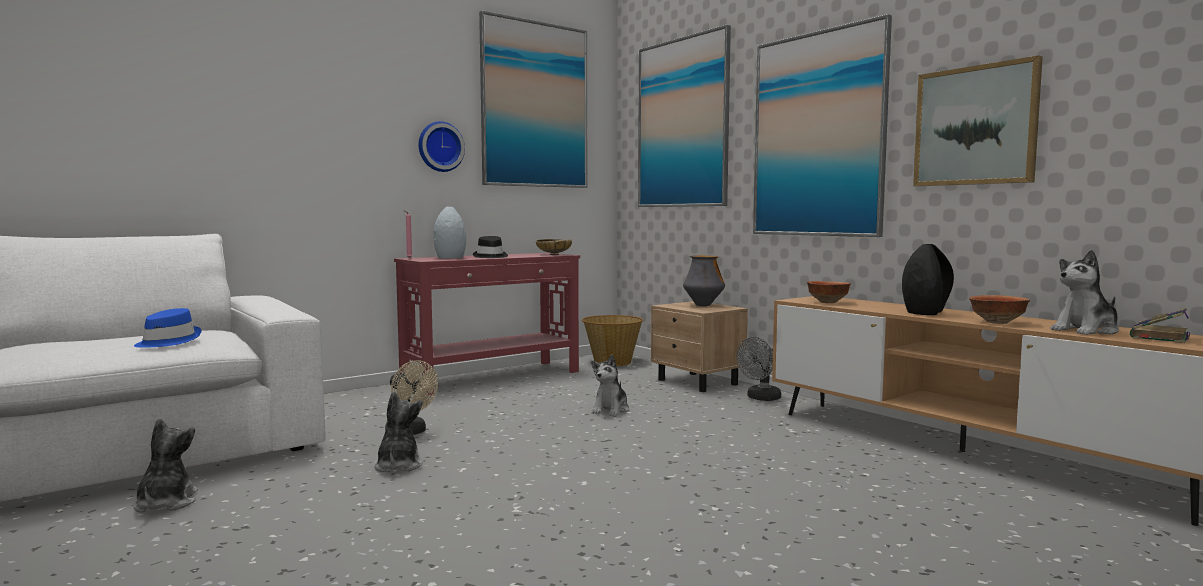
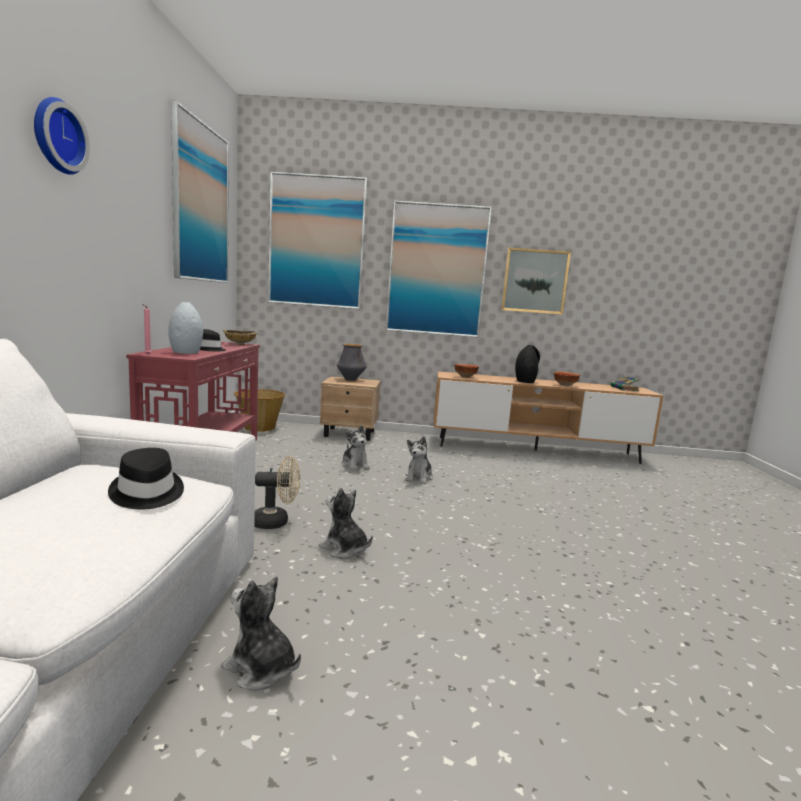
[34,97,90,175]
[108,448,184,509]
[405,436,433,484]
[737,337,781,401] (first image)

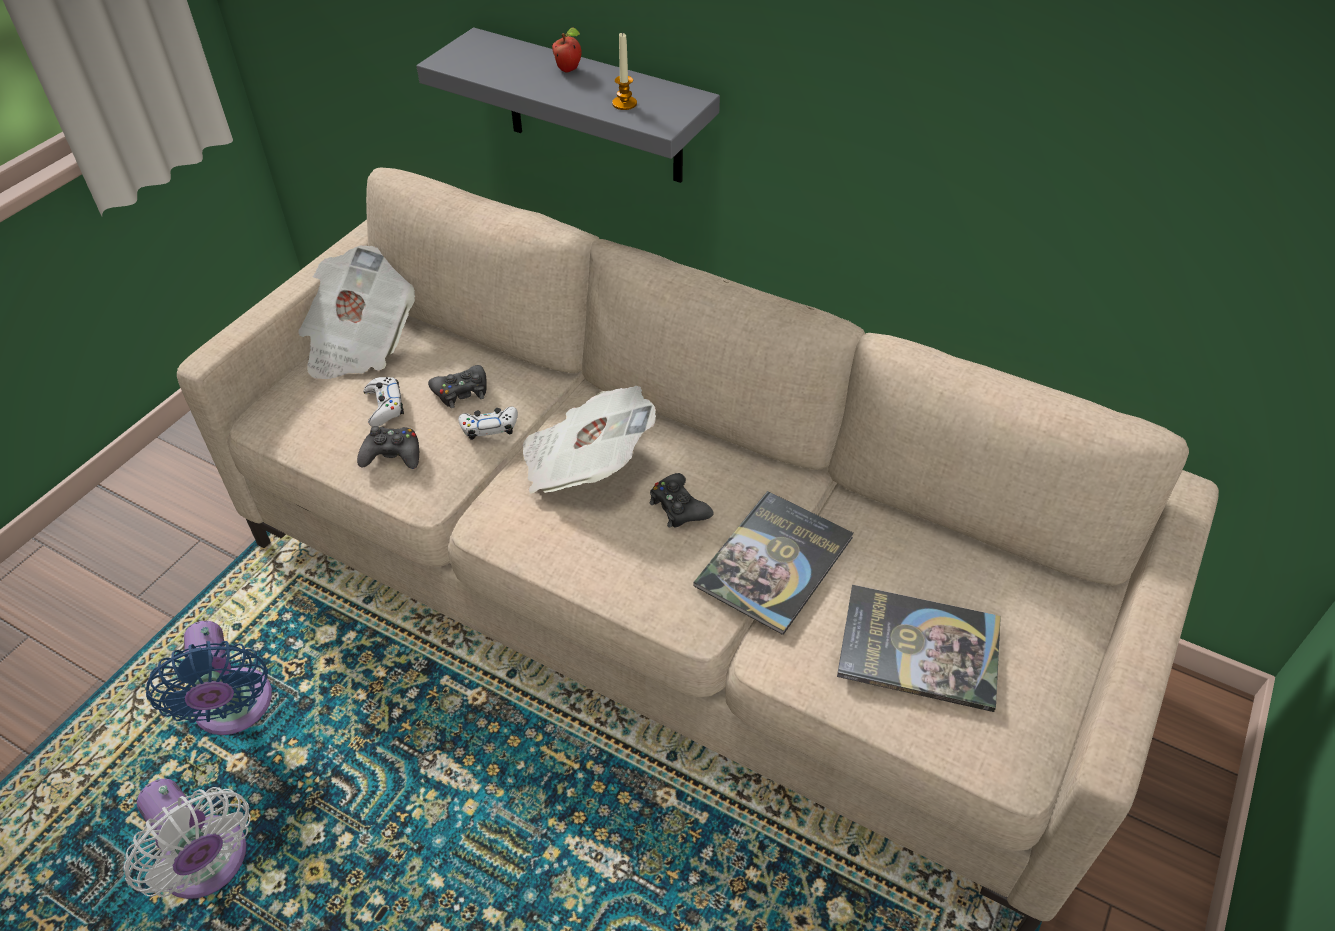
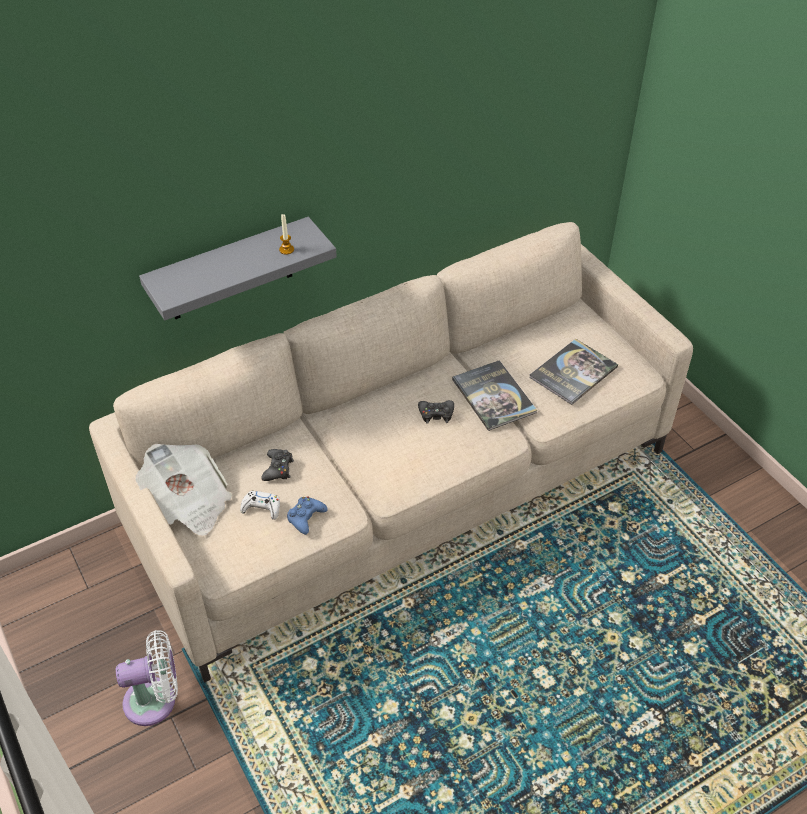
[116,630,178,726]
[287,496,328,535]
[146,621,272,735] (first image)
[458,407,518,440] (first image)
[522,386,656,494] (first image)
[552,28,582,72] (first image)

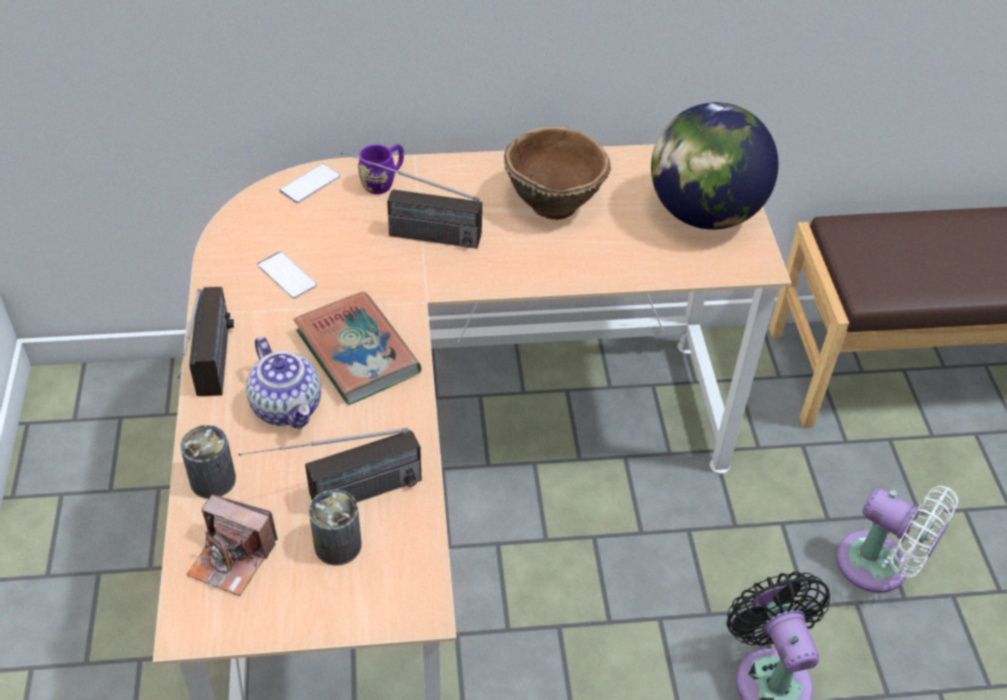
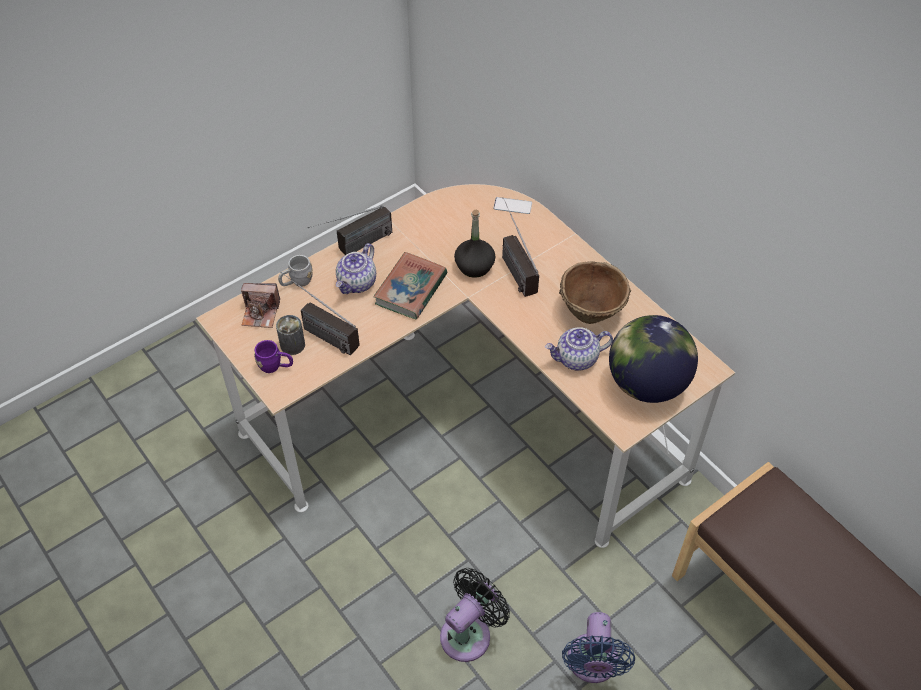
[241,283,280,328]
[254,340,293,373]
[278,255,313,287]
[454,209,495,278]
[545,327,613,371]
[562,612,635,683]
[257,251,317,298] (first image)

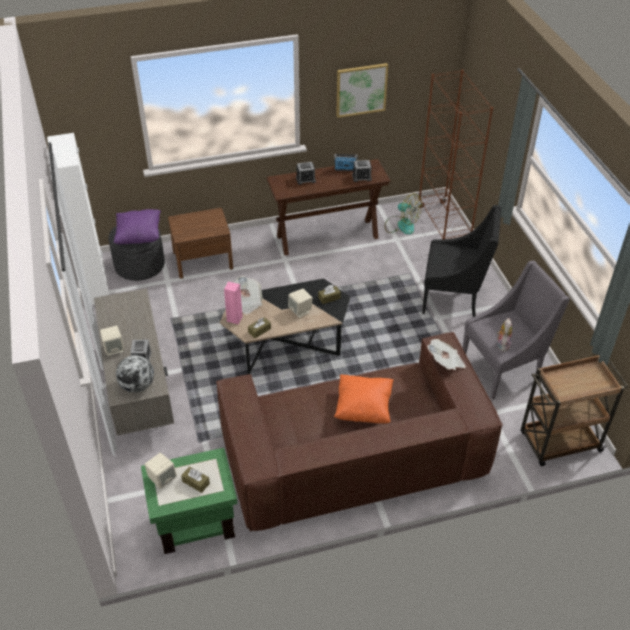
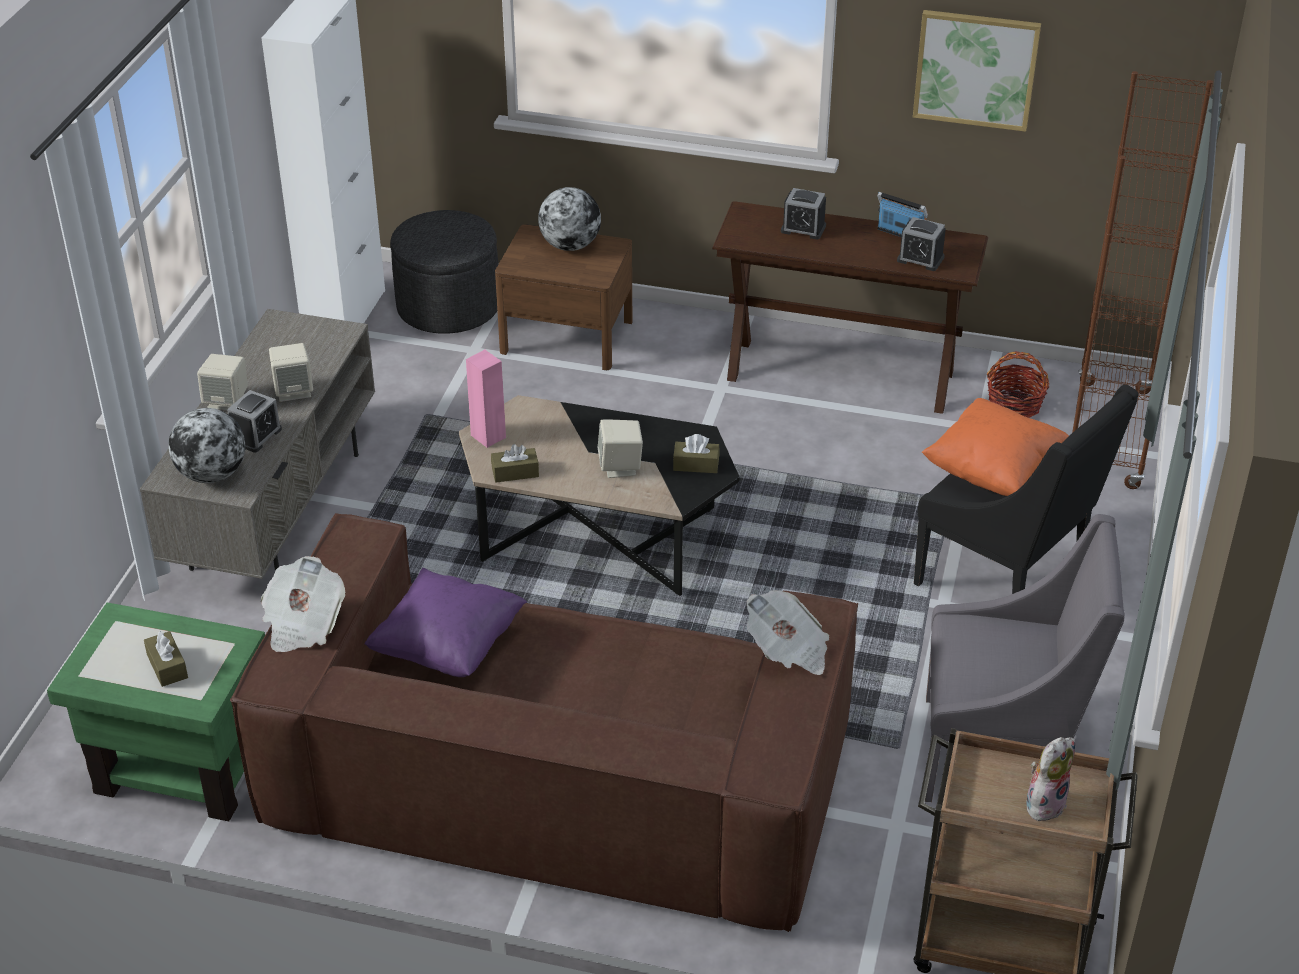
[261,556,346,652]
[269,343,313,402]
[365,568,527,677]
[538,187,601,251]
[922,398,1069,496]
[987,351,1049,418]
[1026,737,1075,823]

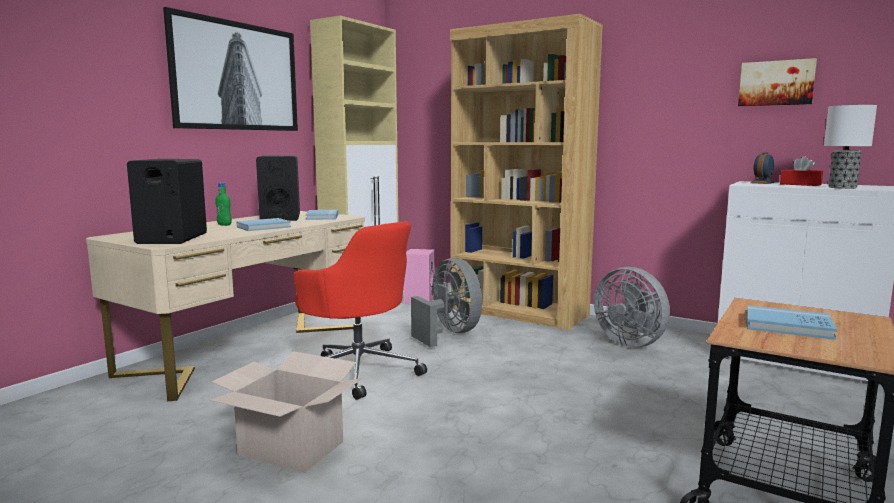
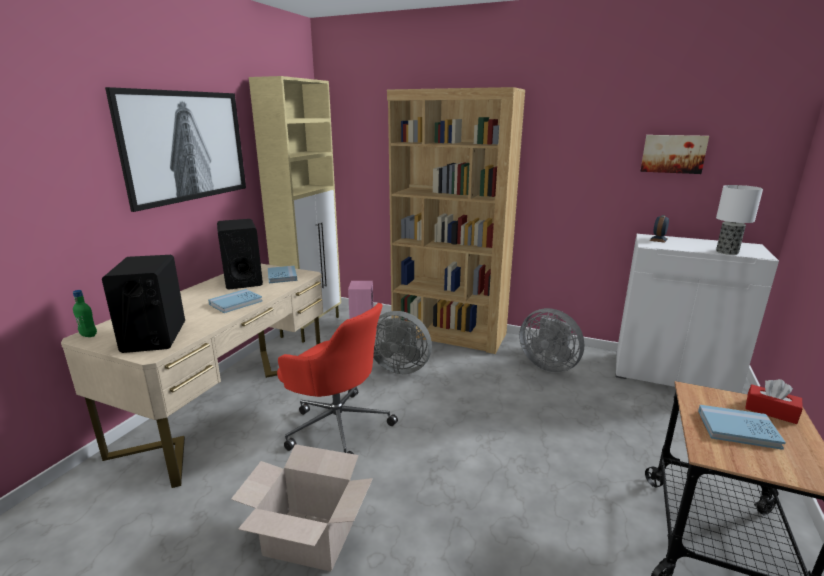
[73,290,97,337]
[373,311,432,374]
[745,379,803,424]

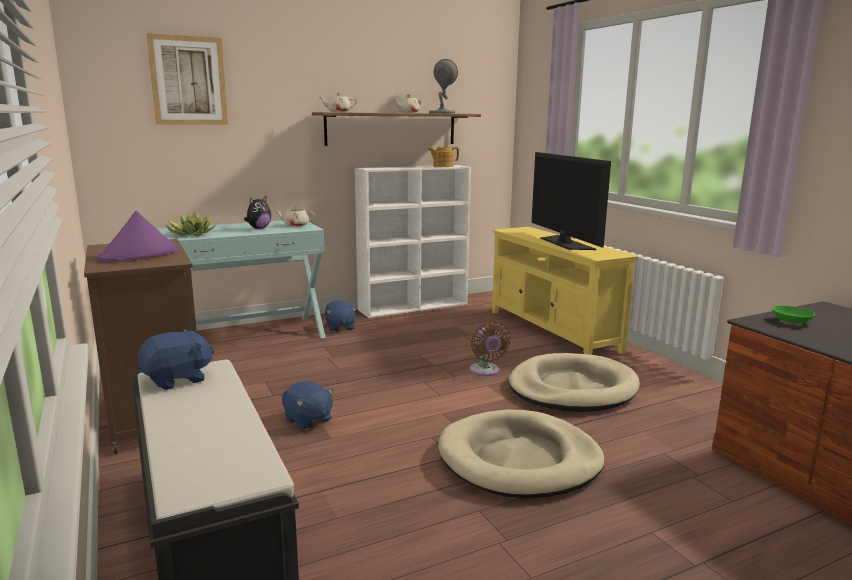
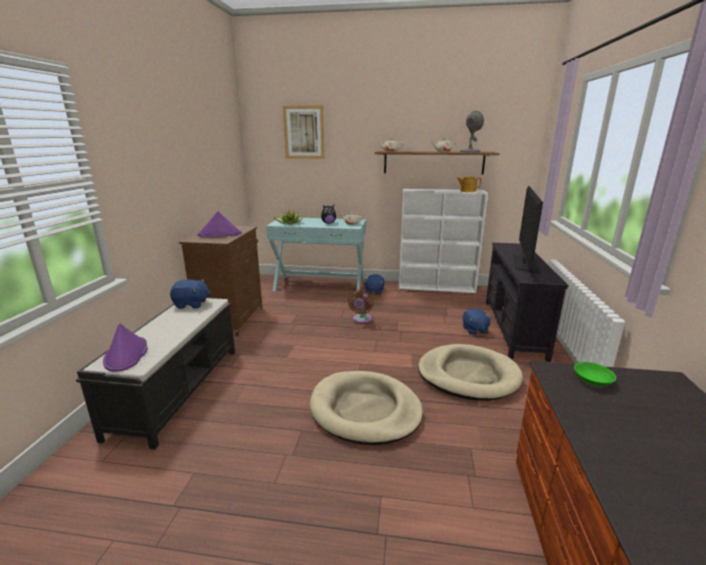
[103,323,148,372]
[348,289,373,323]
[463,308,492,335]
[486,243,569,362]

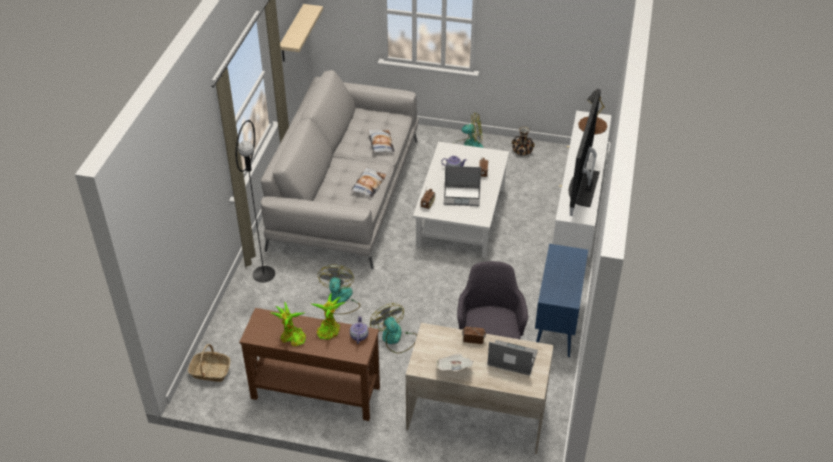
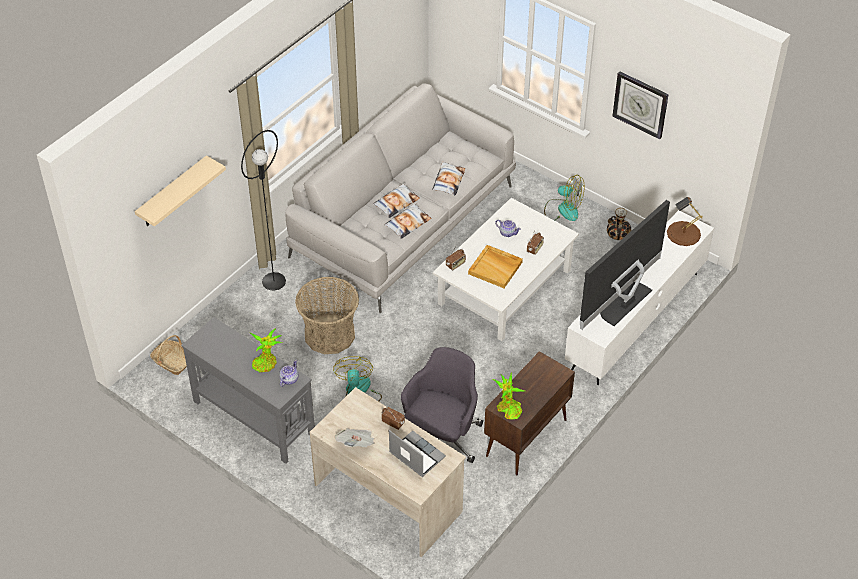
[135,155,226,227]
[181,317,315,464]
[295,277,359,354]
[373,183,420,218]
[468,245,523,288]
[484,351,575,476]
[493,373,525,419]
[613,71,669,139]

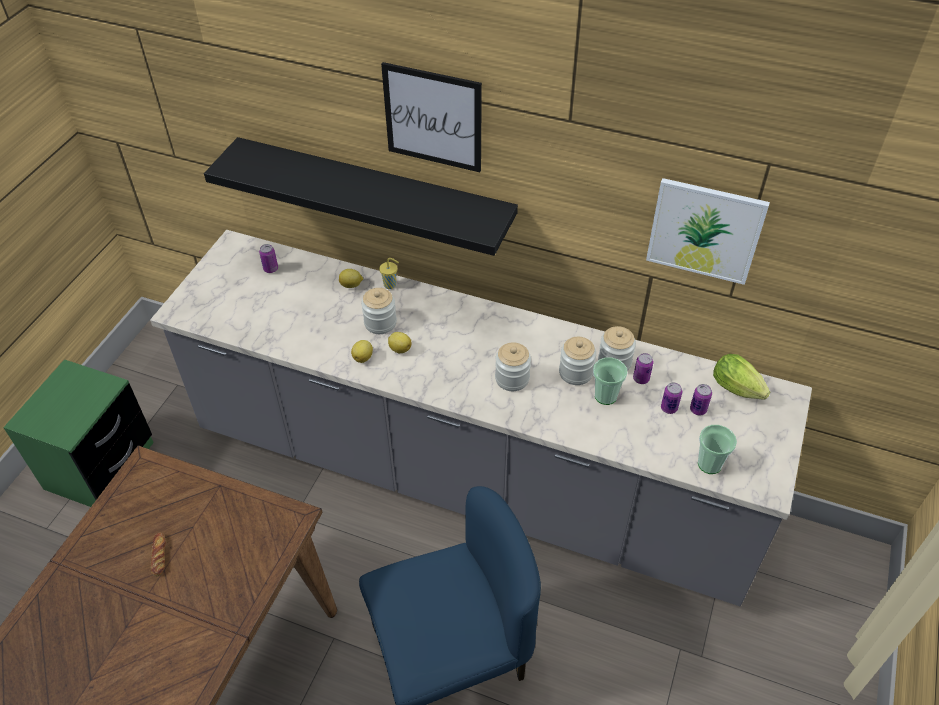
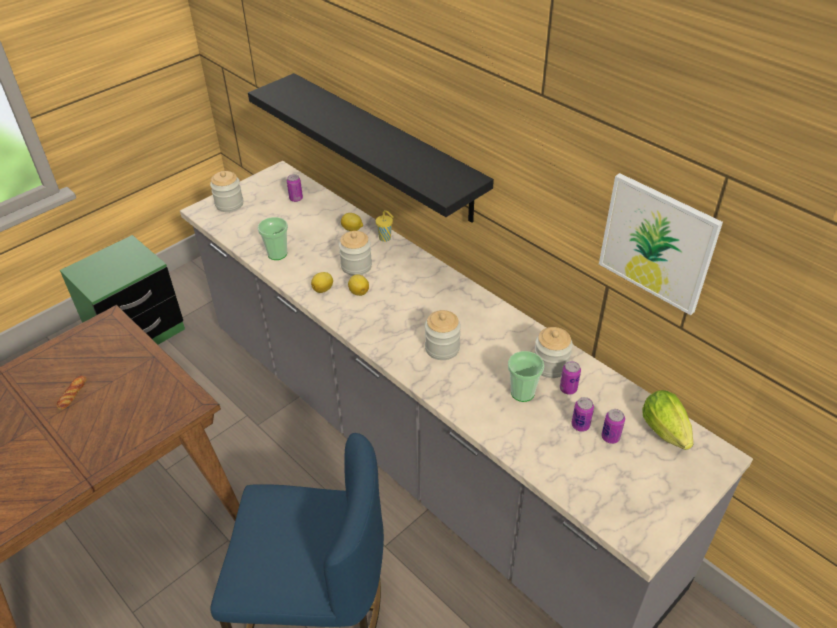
[210,171,243,212]
[258,217,288,260]
[381,62,482,172] (first image)

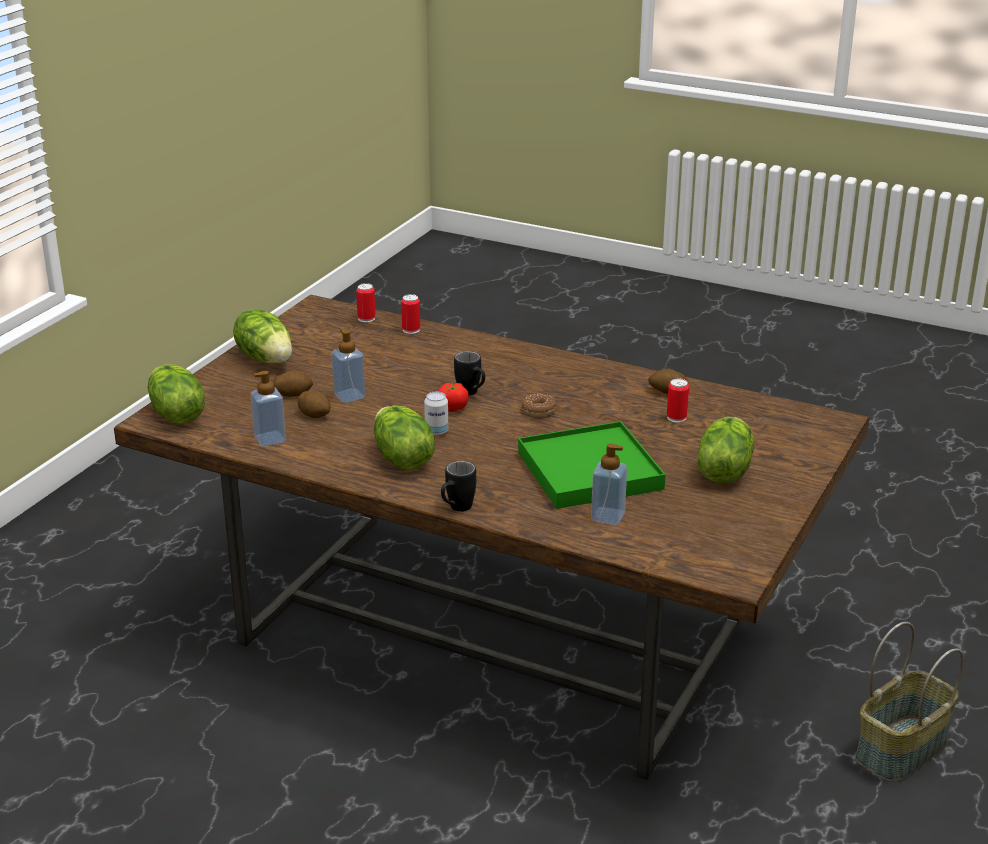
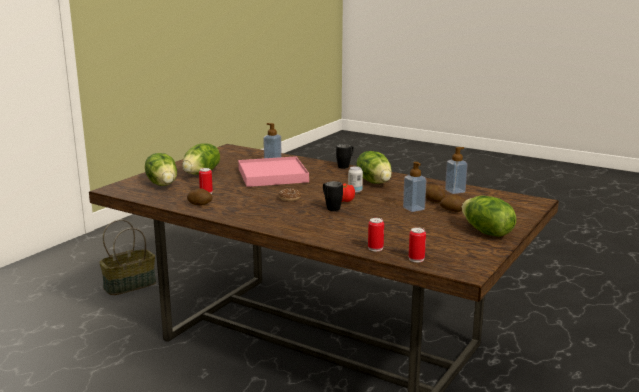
[145,153,177,186]
[238,156,309,187]

